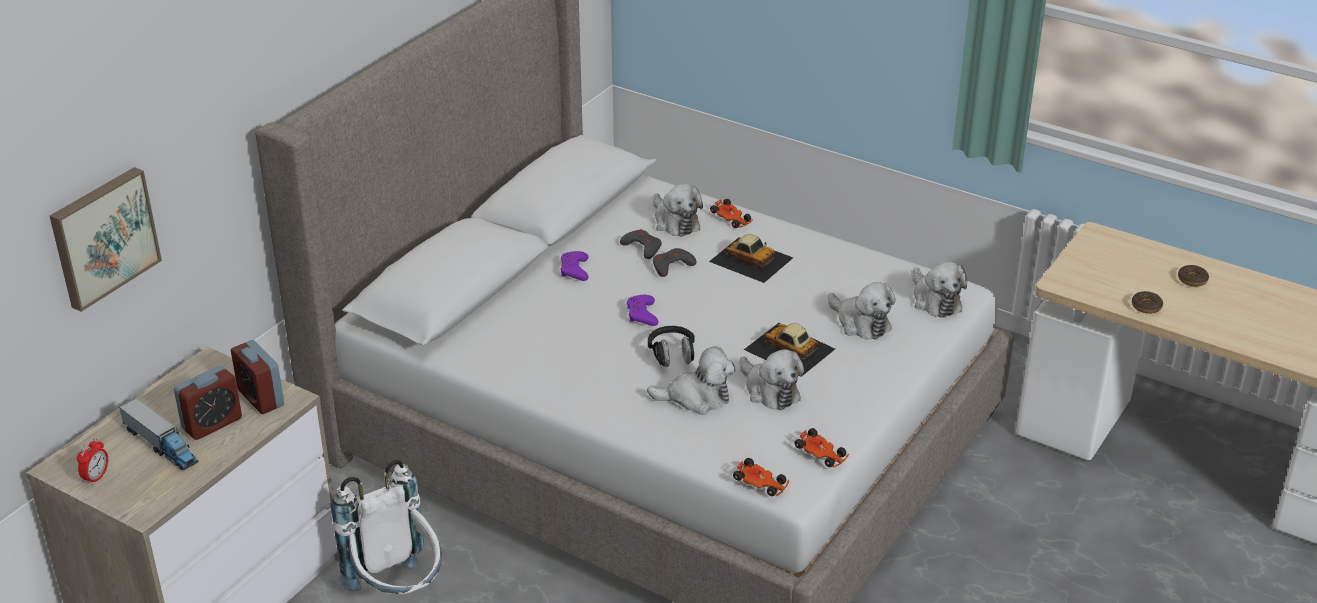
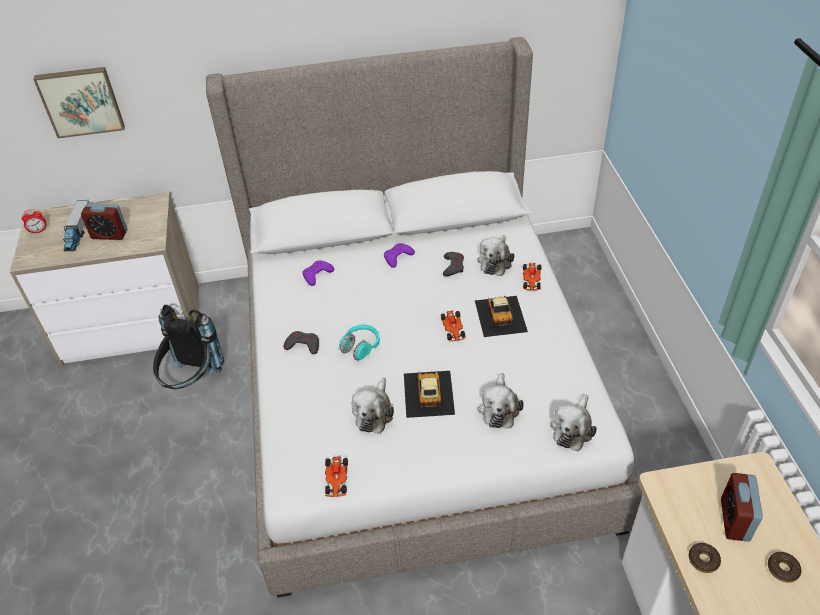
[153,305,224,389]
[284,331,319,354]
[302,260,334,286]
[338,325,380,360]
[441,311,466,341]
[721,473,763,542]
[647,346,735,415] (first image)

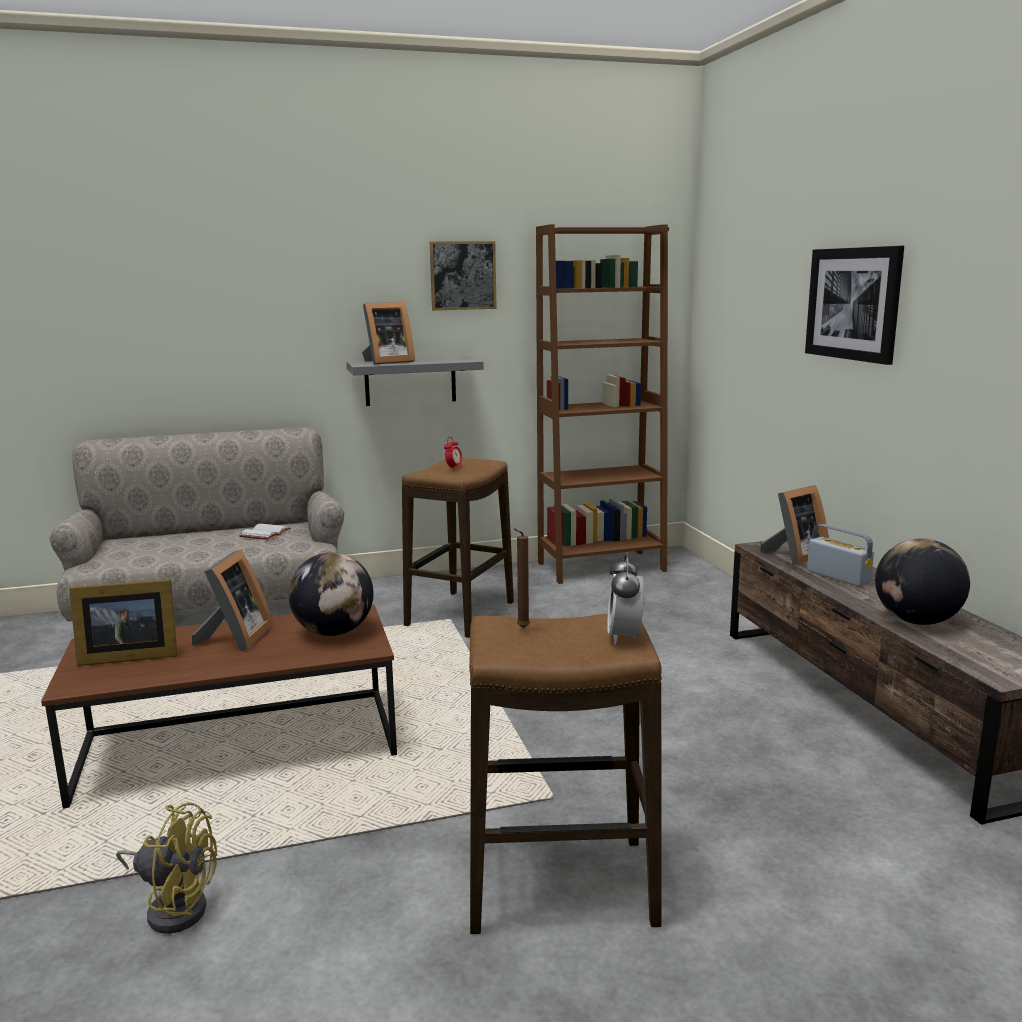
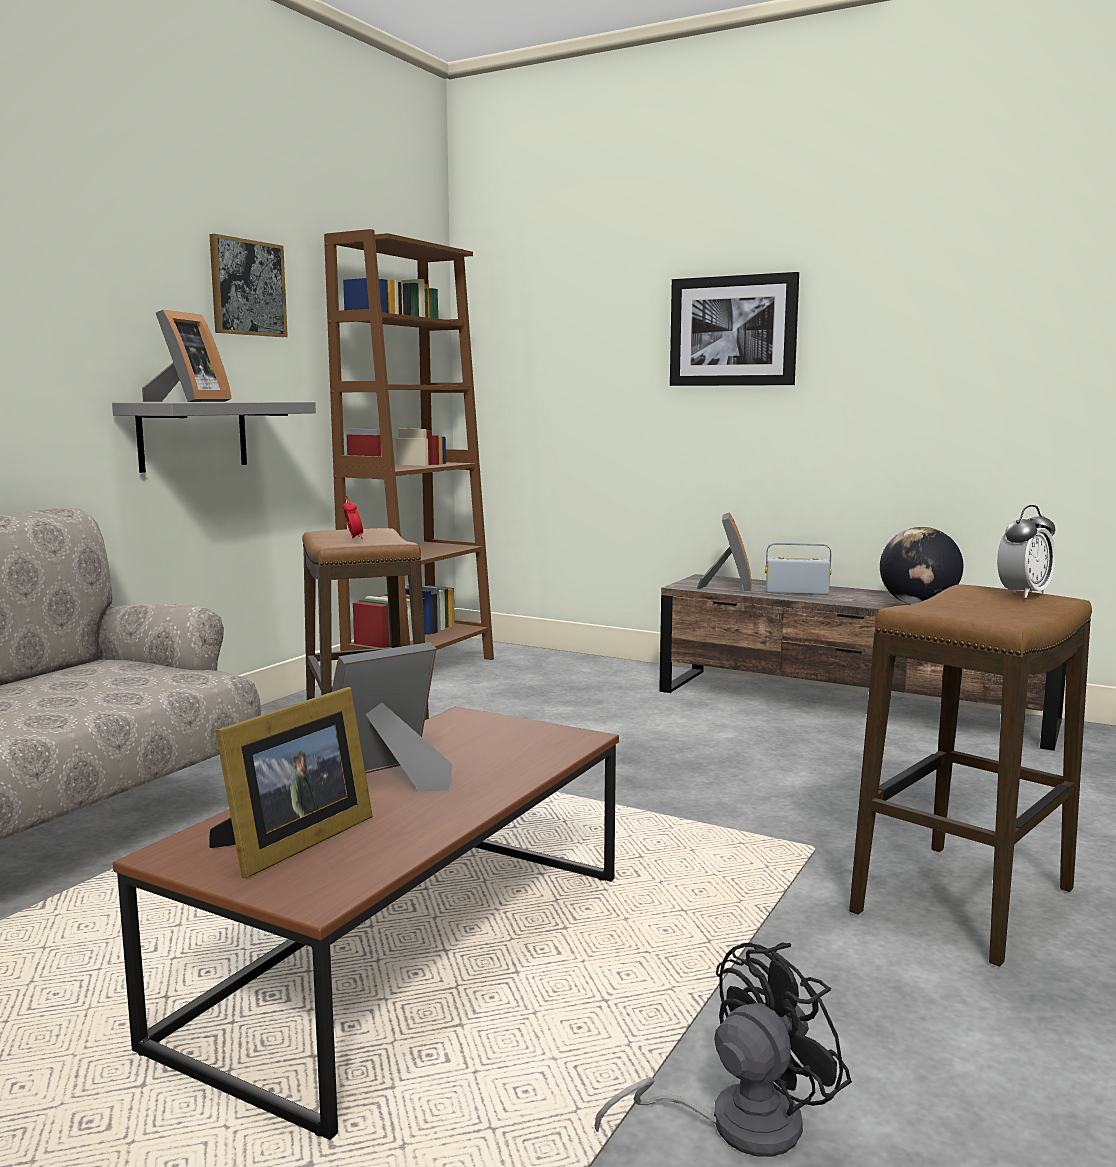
[332,642,453,792]
[595,942,852,1157]
[997,505,1056,598]
[239,524,291,540] (first image)
[289,552,374,636] (first image)
[514,529,530,628] (first image)

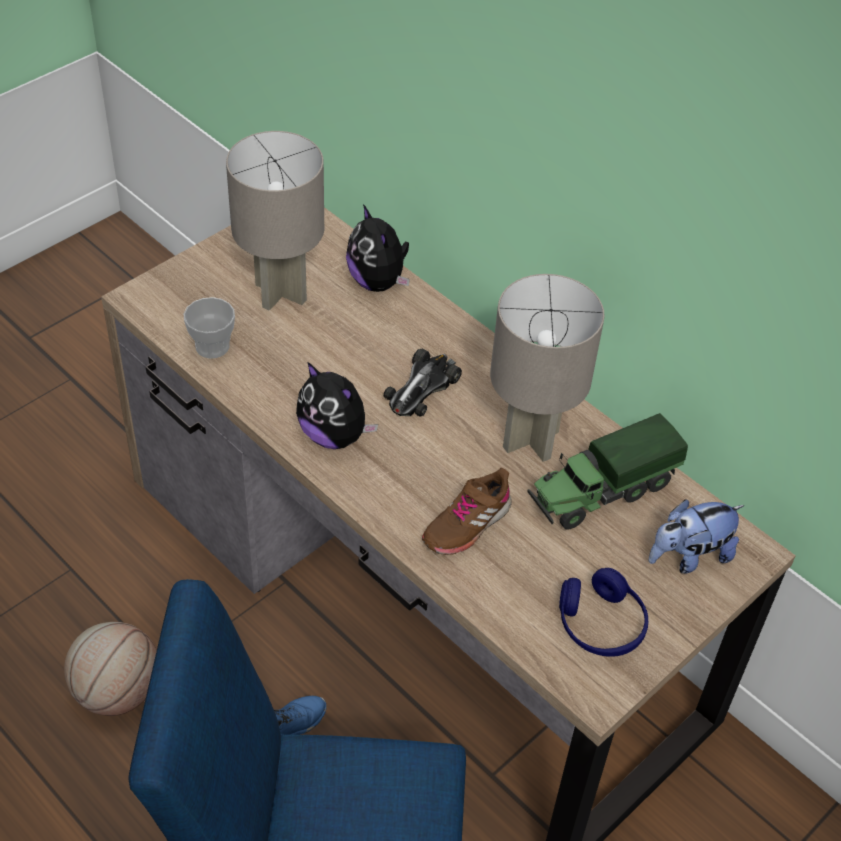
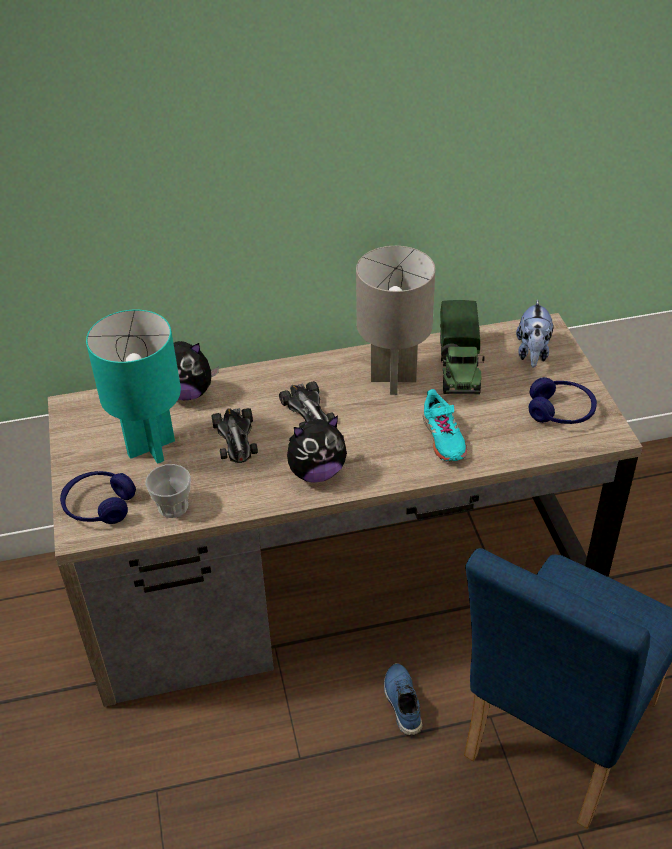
[60,471,136,524]
[86,310,181,464]
[211,408,258,463]
[422,389,467,462]
[64,622,157,716] (first image)

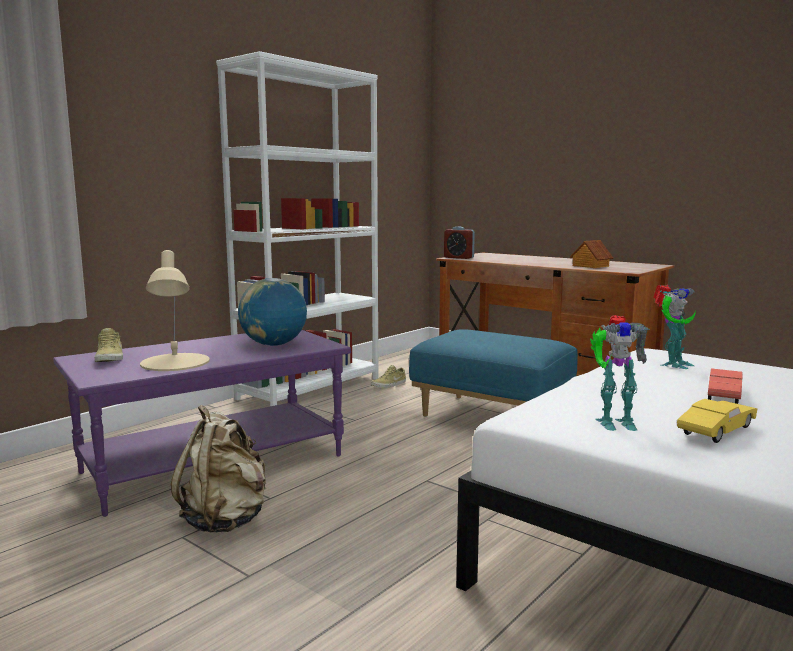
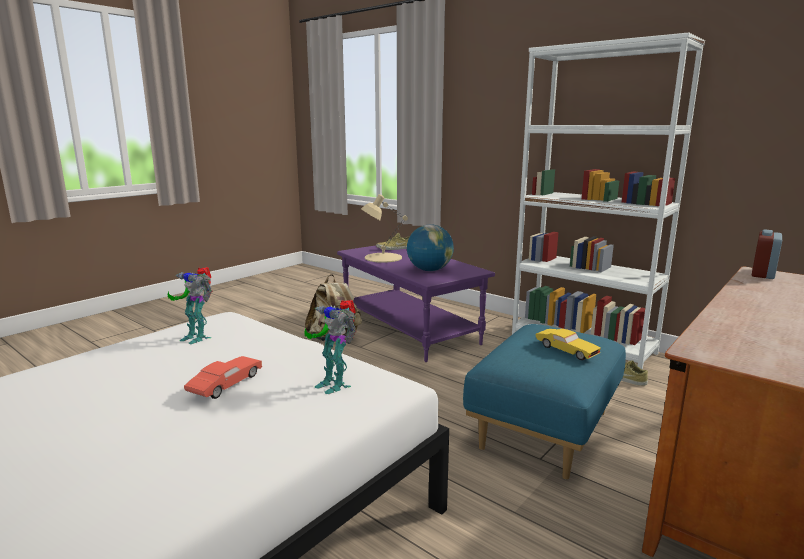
[168,267,212,344]
[184,356,262,399]
[536,329,601,360]
[570,240,613,268] (first image)

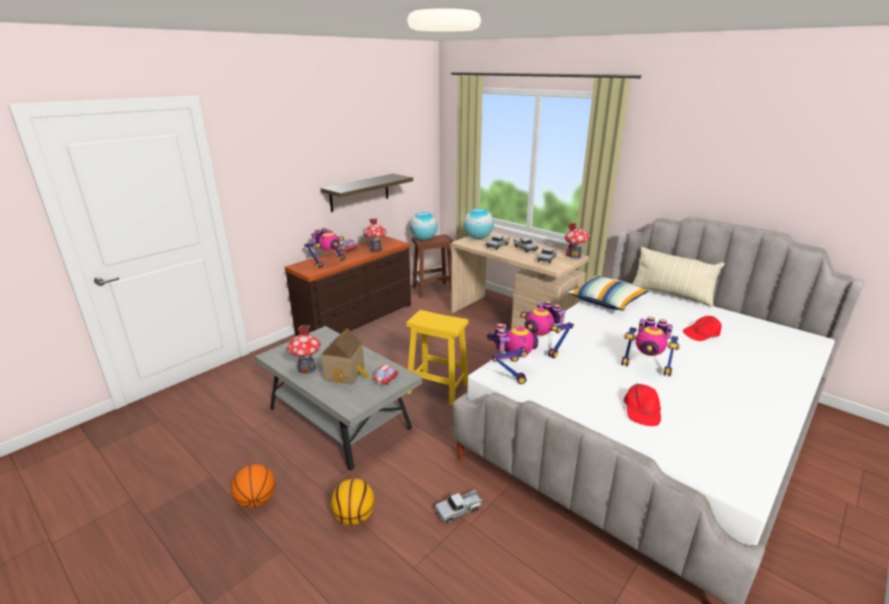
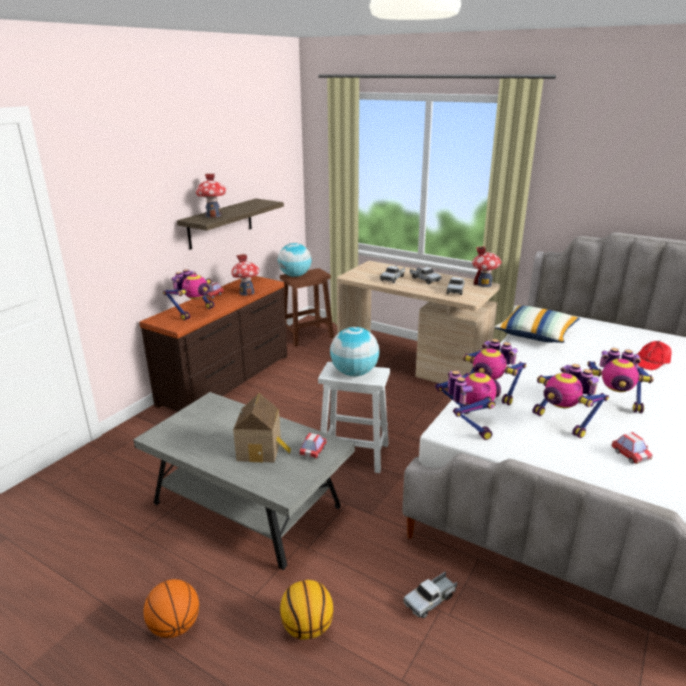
[196,174,226,218]
[318,362,390,473]
[330,327,379,376]
[533,364,609,438]
[611,432,652,464]
[632,247,724,307] (first image)

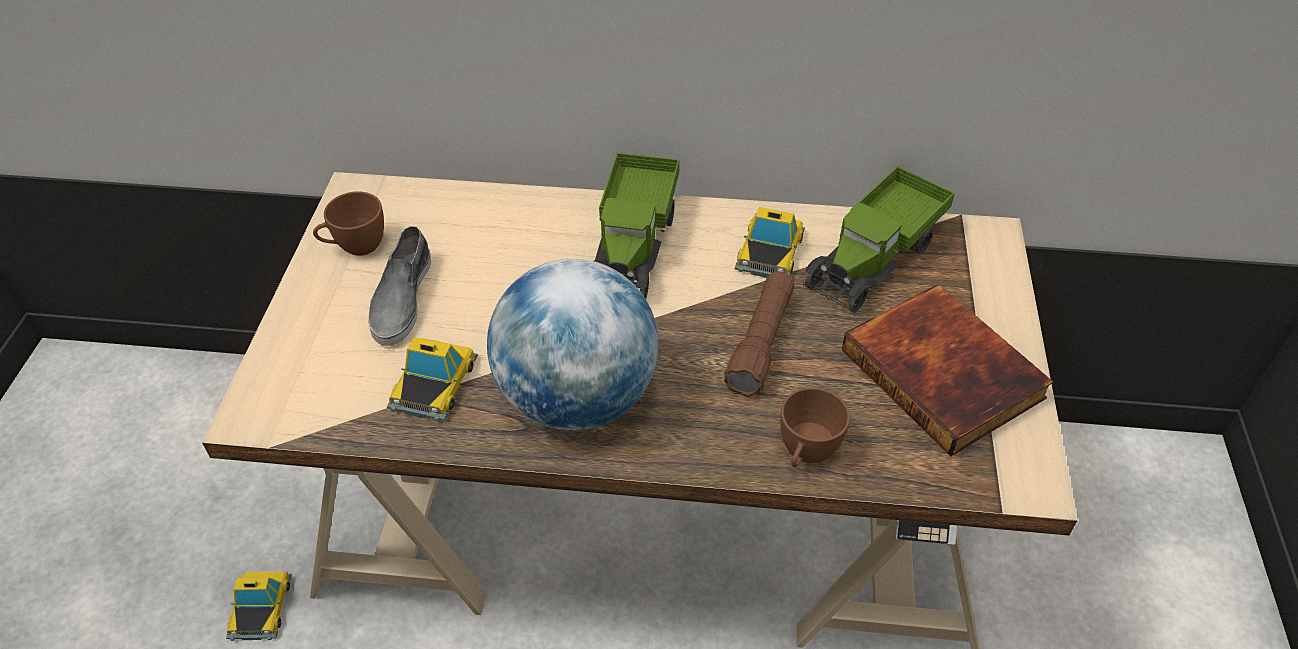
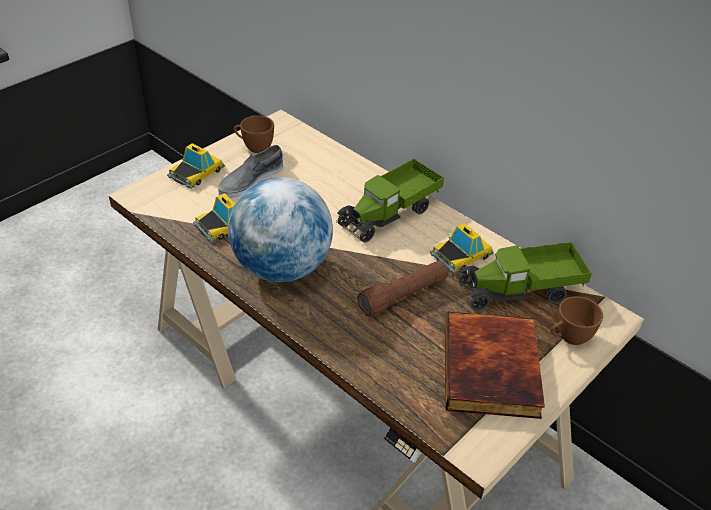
[167,143,225,189]
[551,296,603,345]

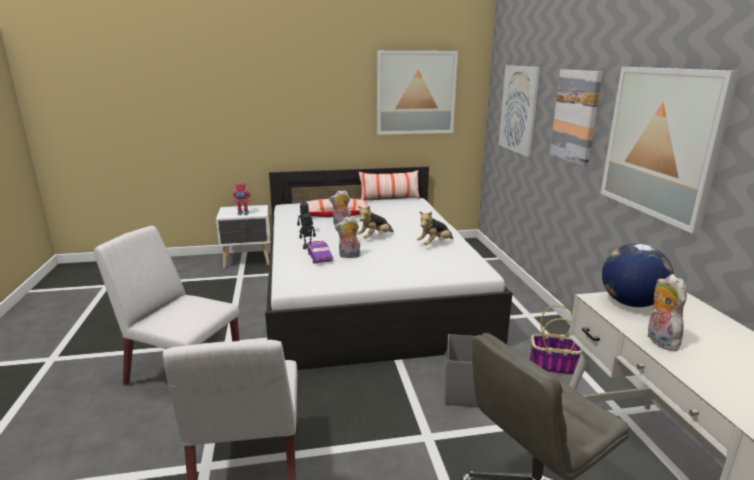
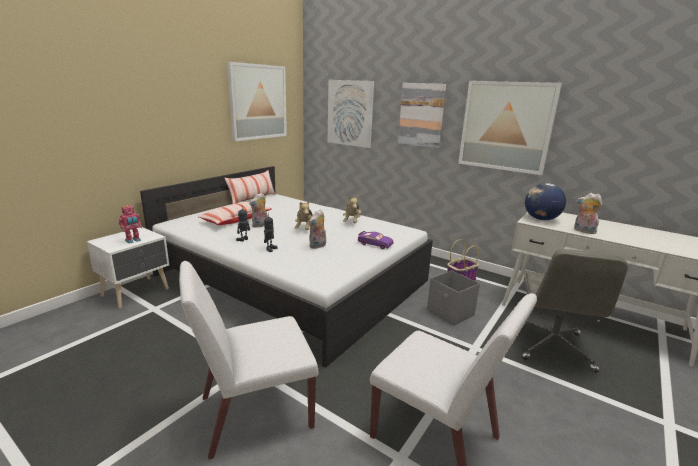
[358,231,393,249]

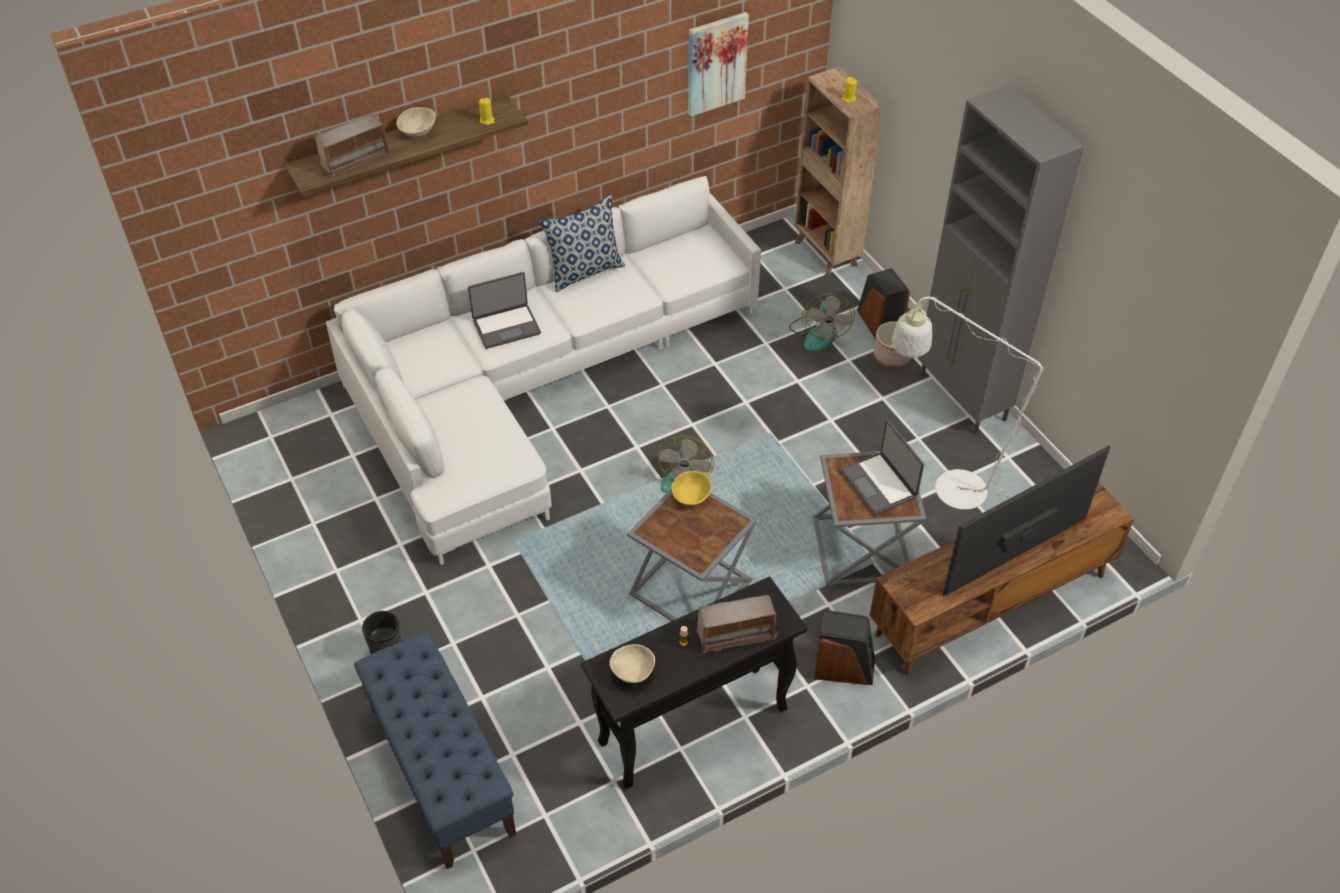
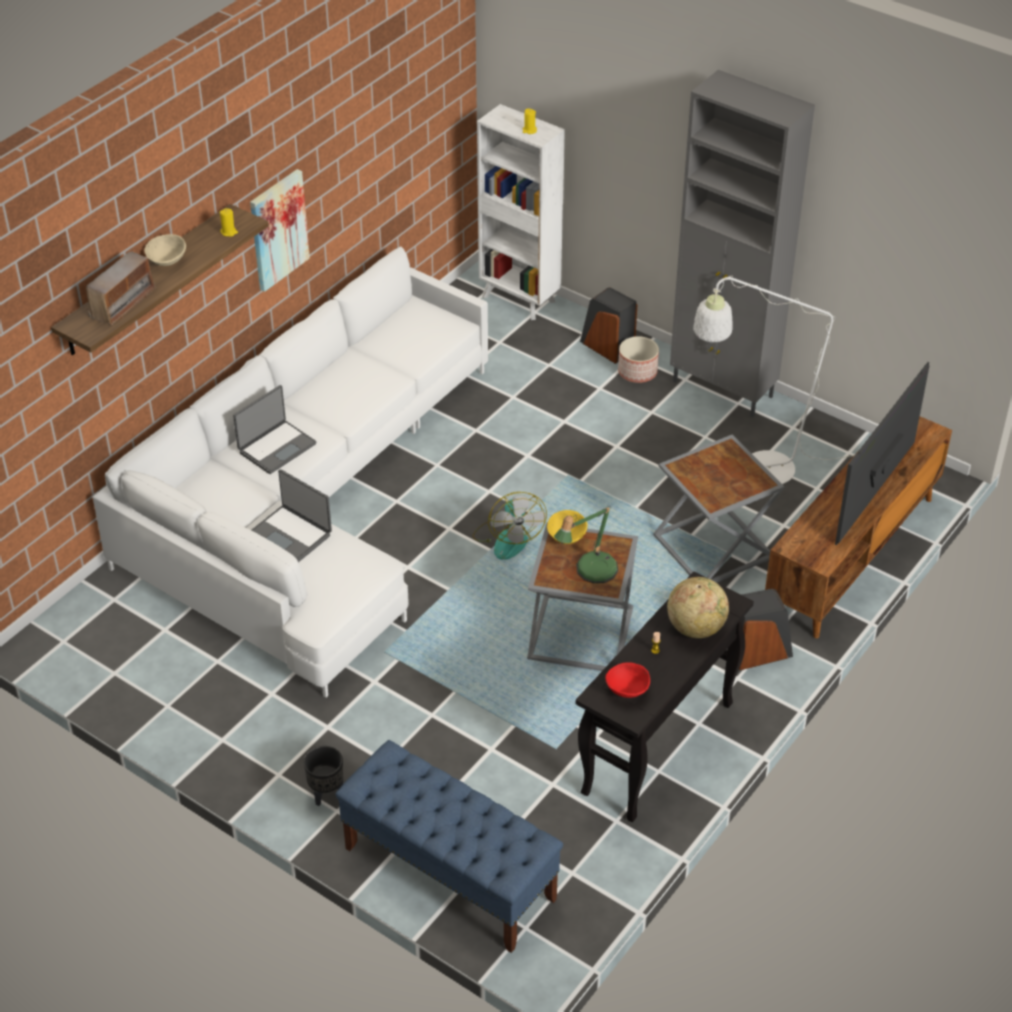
[250,169,310,292]
[251,469,332,562]
[477,104,565,320]
[554,506,618,584]
[605,662,650,698]
[667,577,729,638]
[539,195,625,292] (first image)
[789,293,855,352] (first image)

